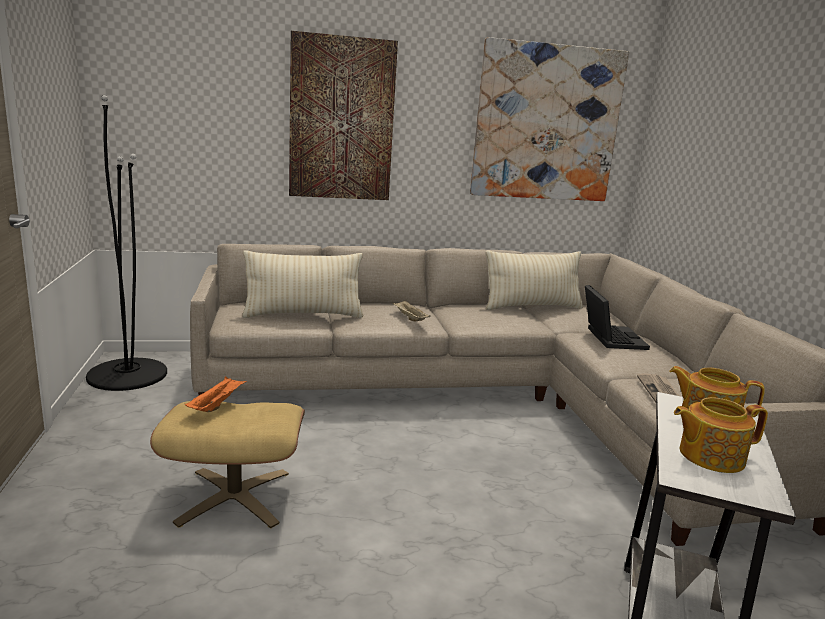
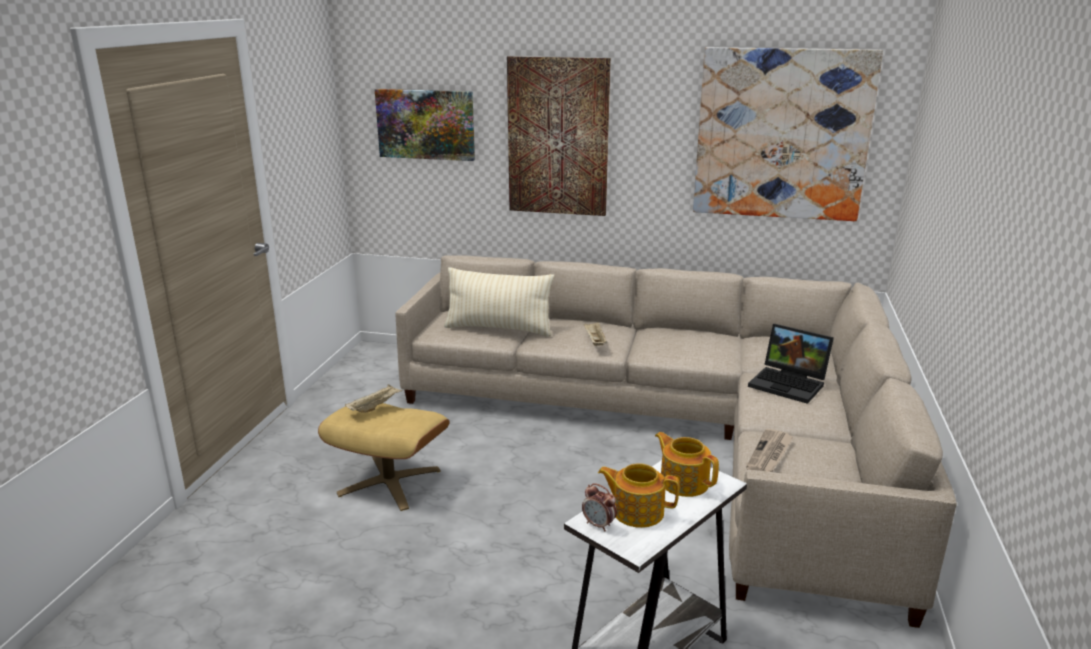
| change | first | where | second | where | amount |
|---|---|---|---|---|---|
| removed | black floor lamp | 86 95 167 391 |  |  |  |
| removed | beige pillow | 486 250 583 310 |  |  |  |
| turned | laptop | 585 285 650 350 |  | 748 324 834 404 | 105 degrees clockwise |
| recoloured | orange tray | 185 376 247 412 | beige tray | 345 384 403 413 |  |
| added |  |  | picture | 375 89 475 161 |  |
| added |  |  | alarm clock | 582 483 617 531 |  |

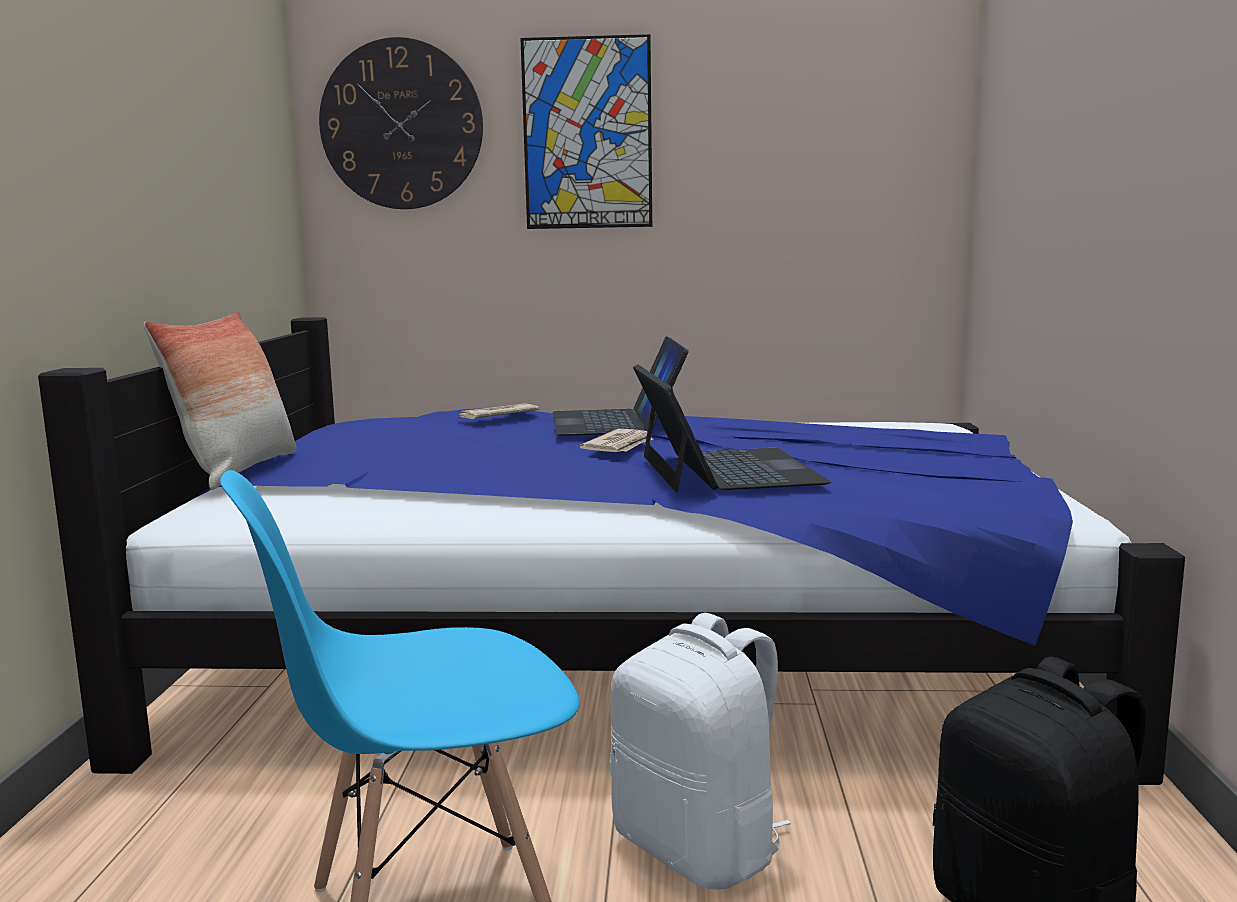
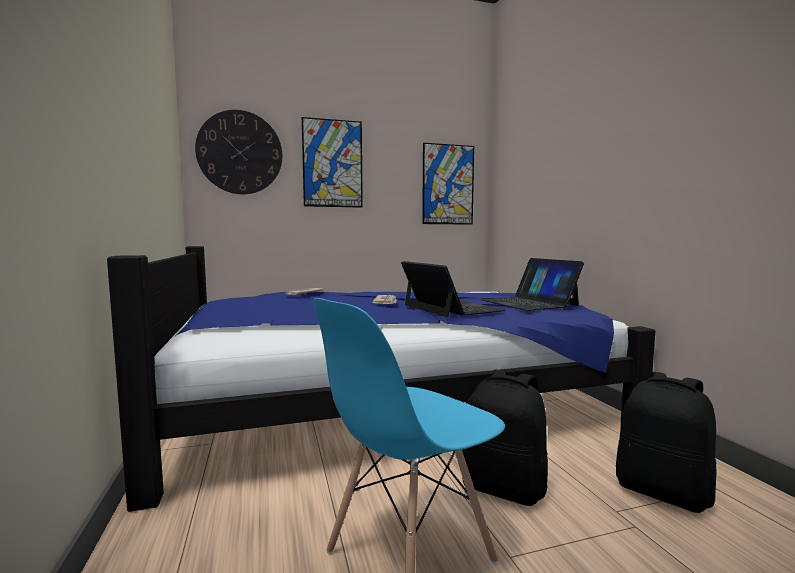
| change | first | where | second | where | amount |
|---|---|---|---|---|---|
| removed | pillow | 143 312 296 490 |  |  |  |
| moved | laptop | 553 336 689 436 |  | 480 258 584 311 |  |
| recoloured | white backpack | 609 613 791 890 | black backpack | 462 369 548 506 |  |
| added |  |  | picture | 422 143 474 225 |  |

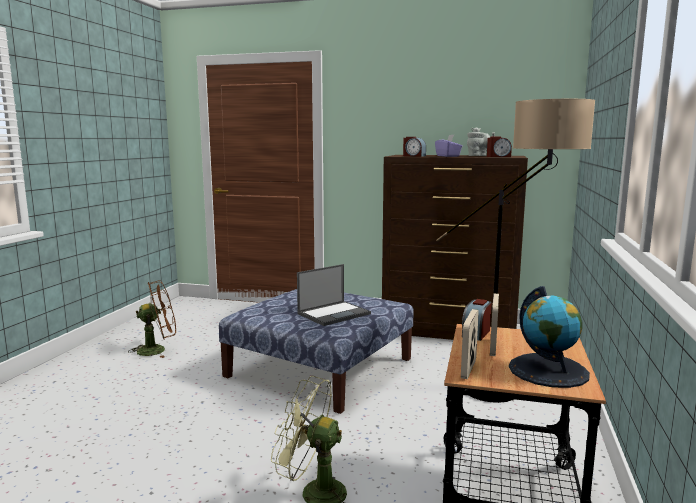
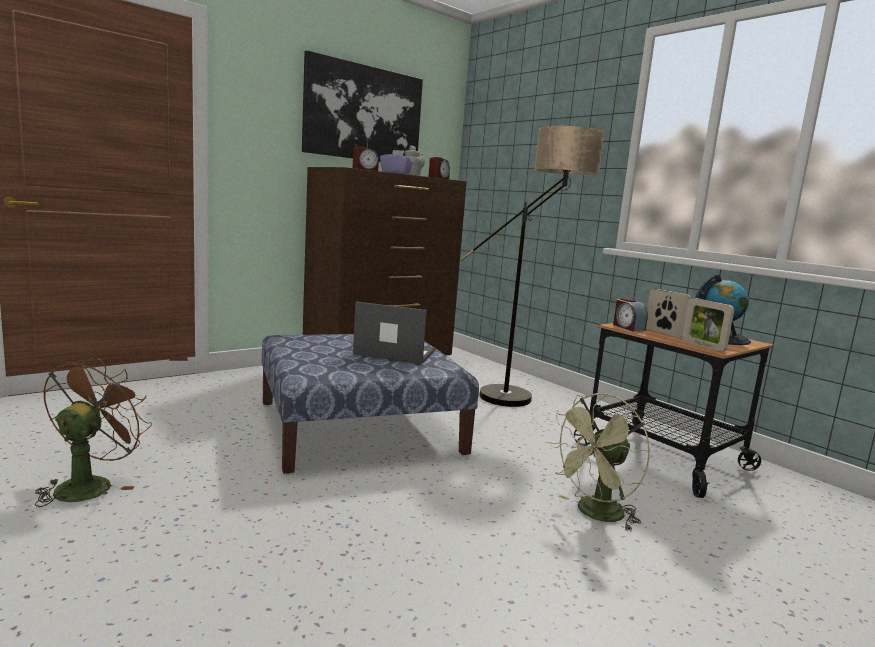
| change | first | where | second | where | amount |
|---|---|---|---|---|---|
| turned | laptop | 297 264 371 326 |  | 353 302 436 364 | 75 degrees counterclockwise |
| added |  |  | picture | 302 50 423 162 |  |

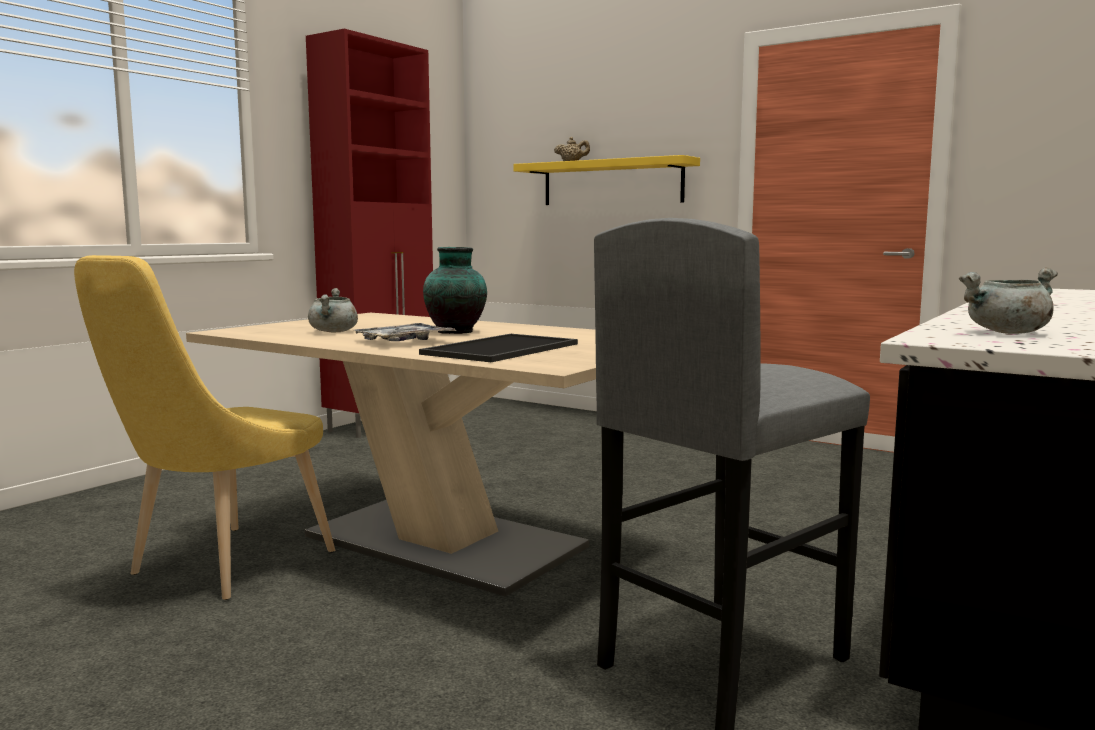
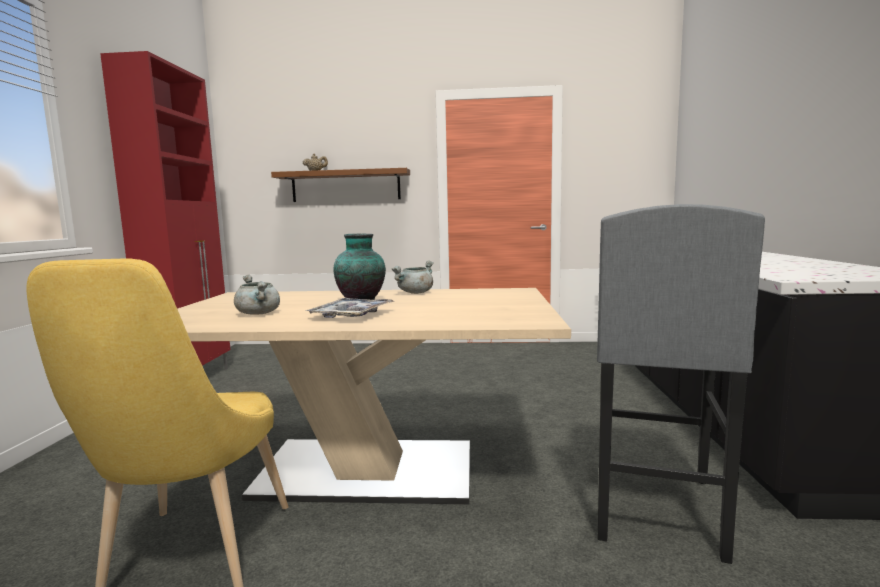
| change | first | where | second | where | amount |
|---|---|---|---|---|---|
| recoloured | yellow shelf | 513 155 700 205 | brown shelf | 271 168 410 202 |  |
| moved | grey cooking pot | 959 267 1058 334 |  | 391 261 434 294 |  |
| removed | tray | 419 334 578 362 |  |  |  |

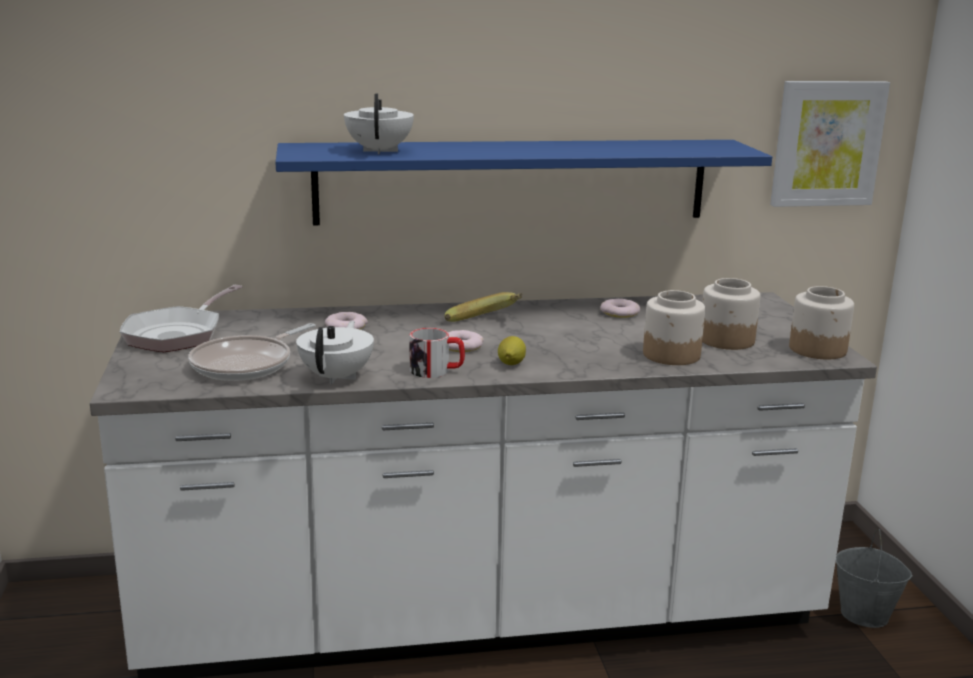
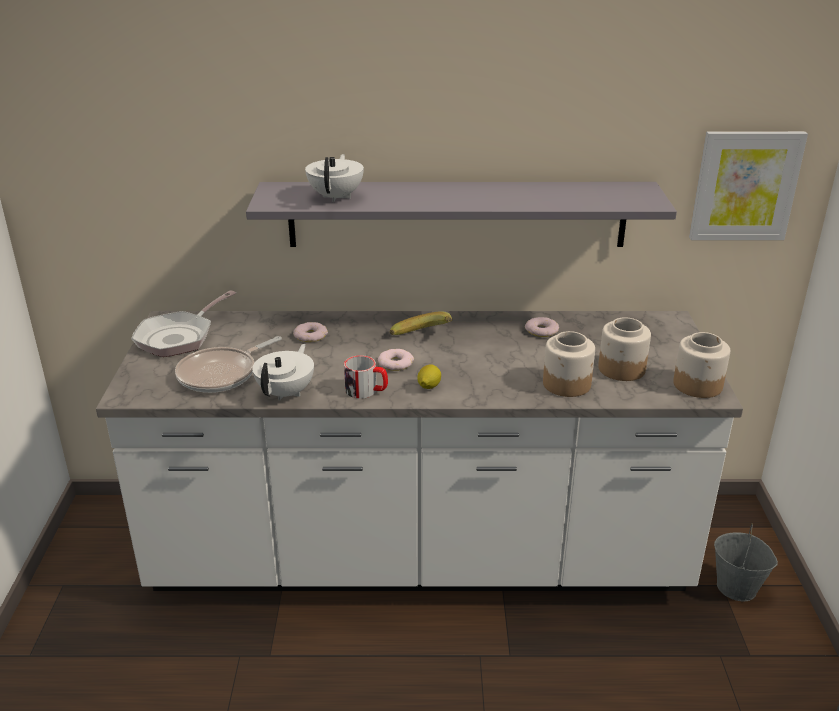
| change | first | where | second | where | amount |
|---|---|---|---|---|---|
| recoloured | blue shelf | 275 140 772 225 | grey shelf | 246 182 677 247 |  |

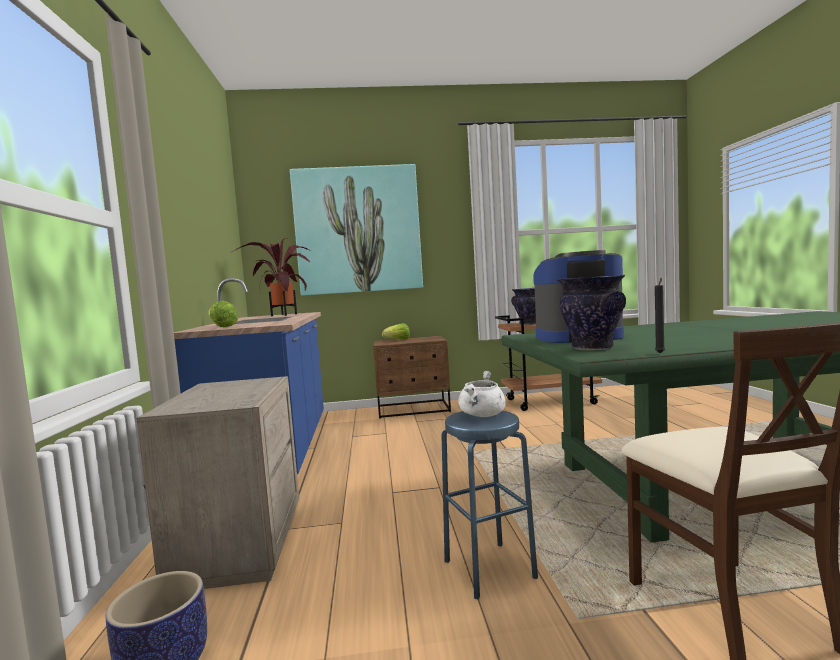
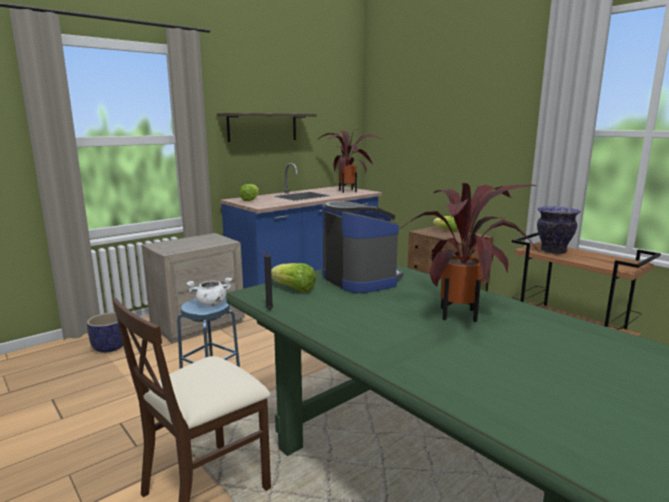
| change | first | where | second | where | amount |
|---|---|---|---|---|---|
| removed | picture | 290 164 423 296 |  |  |  |
| replaced | vase | 556 275 626 350 | lettuce | 271 263 316 293 |  |
| added |  |  | shelf | 217 113 317 142 |  |
| added |  |  | potted plant | 400 183 538 322 |  |

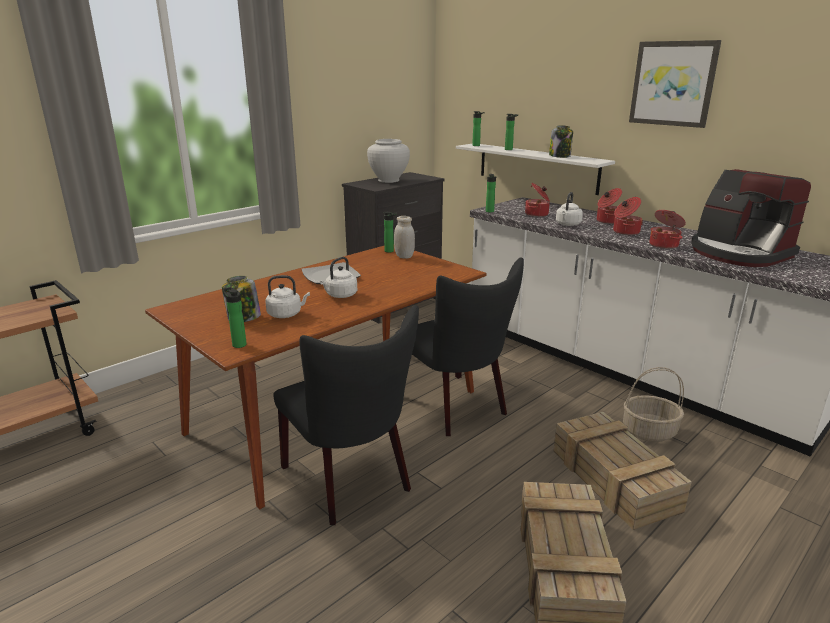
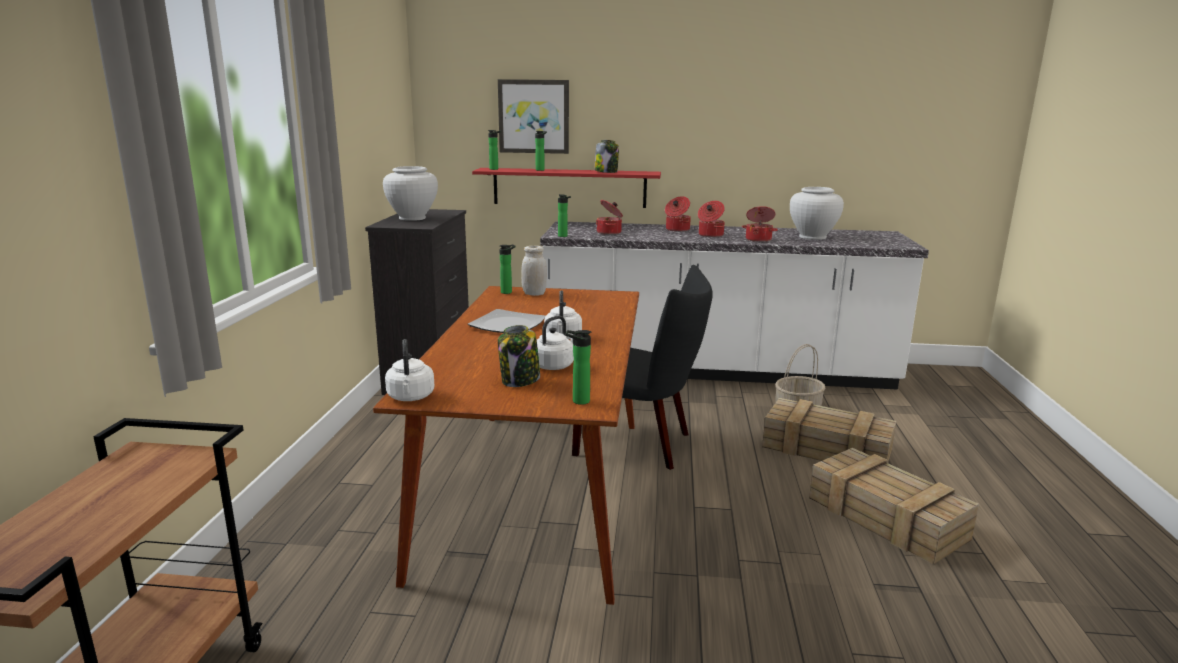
| change | first | where | second | where | amount |
|---|---|---|---|---|---|
| moved | picture | 629 40 721 128 |  | 498 79 569 154 |  |
| recoloured | white shelf | 456 144 615 195 | red shelf | 472 168 661 208 |  |
| replaced | coffee machine | 691 169 811 267 | white vase | 790 187 844 240 |  |
| moved | white kettle | 556 192 583 226 |  | 385 339 435 401 |  |
| removed | black chair | 273 305 419 525 |  |  |  |

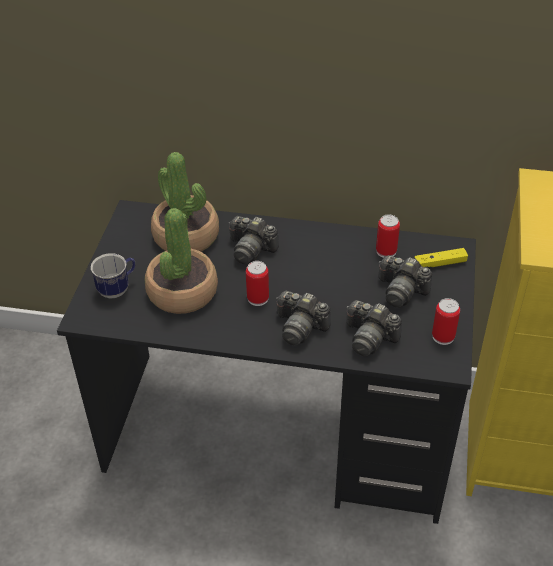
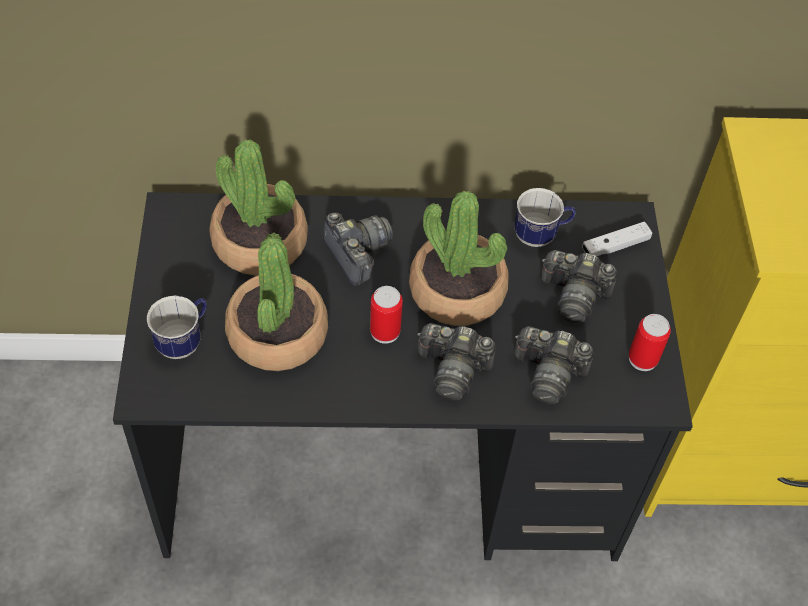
| change | first | where | second | where | amount |
|---|---|---|---|---|---|
| replaced | can | 376 214 400 258 | mug | 514 188 576 247 |  |
| turned | photo camera | 229 216 279 265 |  | 323 212 393 286 | 135 degrees counterclockwise |
| recoloured | yellow game controller | 414 248 468 267 | white game controller | 582 222 652 256 |  |
| added |  |  | potted plant | 409 191 509 326 |  |

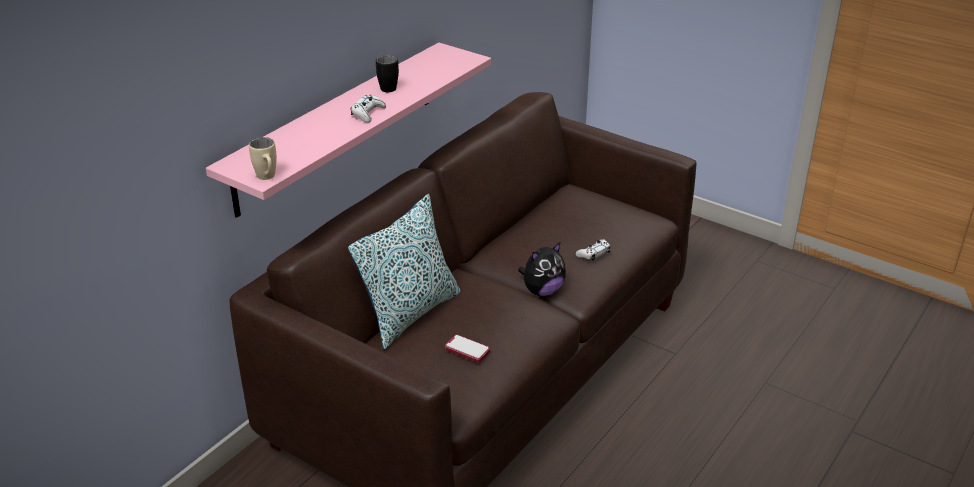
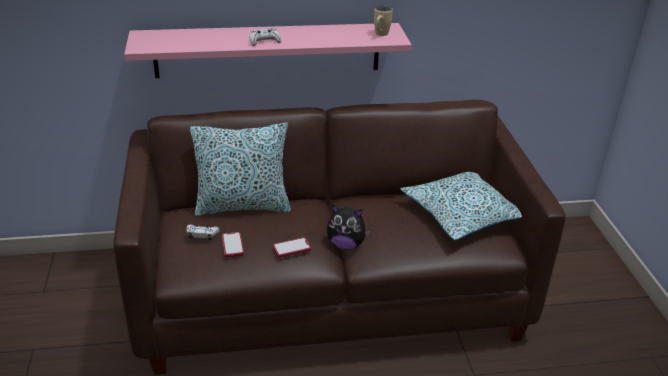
| change | first | where | second | where | amount |
|---|---|---|---|---|---|
| removed | black mug | 376 55 399 92 |  |  |  |
| moved | beige mug | 249 137 277 180 |  | 374 6 393 36 |  |
| moved | white game controller | 576 239 610 261 |  | 186 224 220 240 |  |
| added |  |  | pillow | 400 172 522 240 |  |
| added |  |  | phone | 273 238 311 258 |  |

